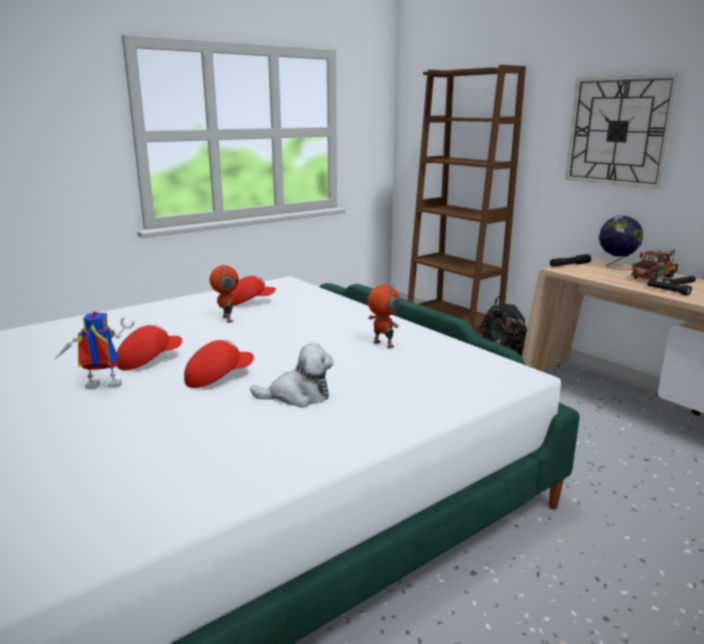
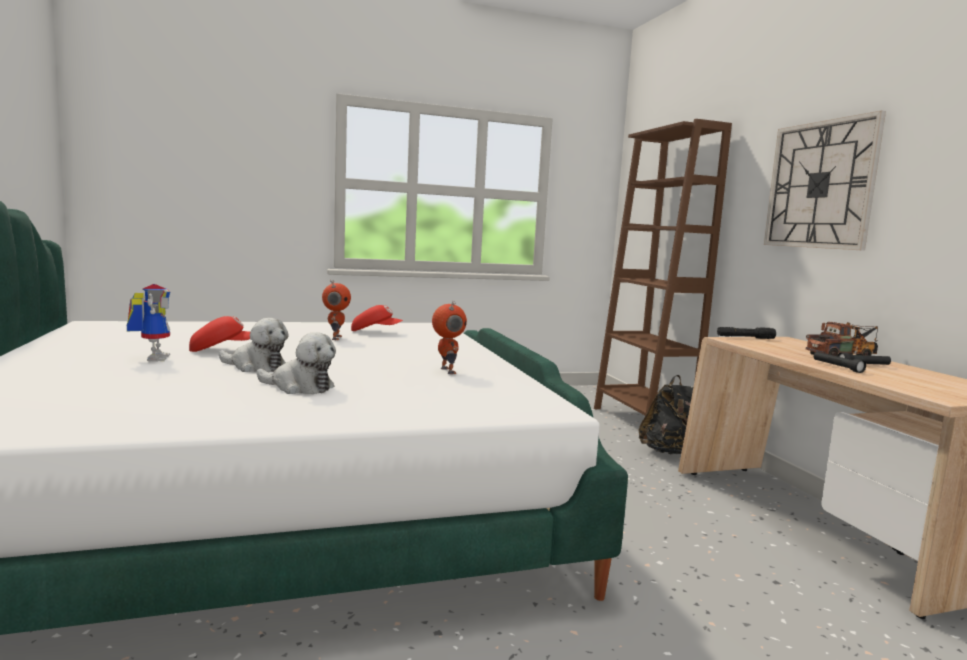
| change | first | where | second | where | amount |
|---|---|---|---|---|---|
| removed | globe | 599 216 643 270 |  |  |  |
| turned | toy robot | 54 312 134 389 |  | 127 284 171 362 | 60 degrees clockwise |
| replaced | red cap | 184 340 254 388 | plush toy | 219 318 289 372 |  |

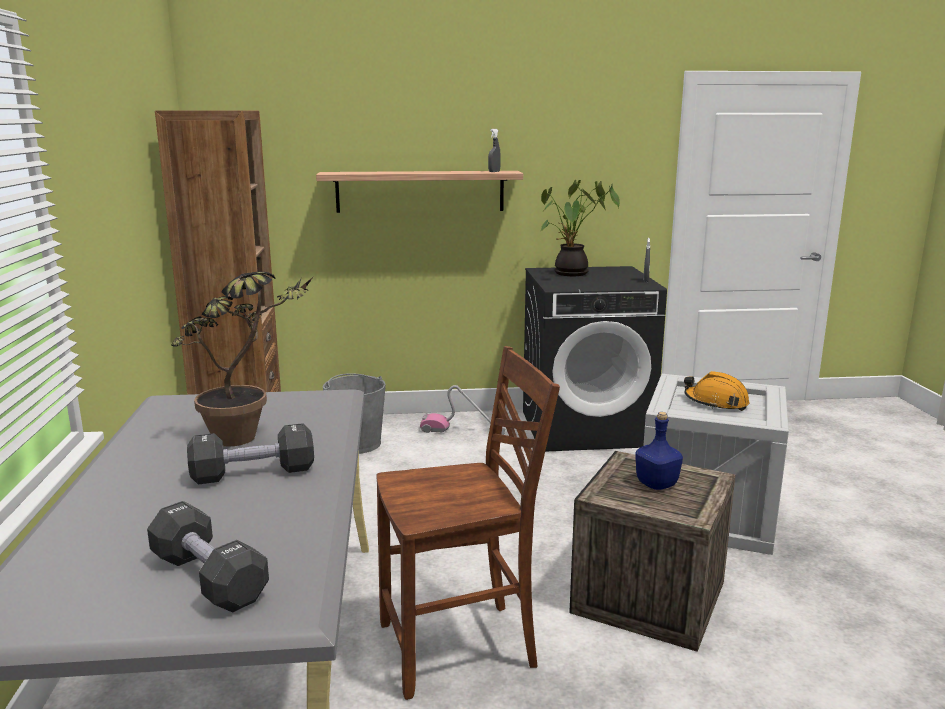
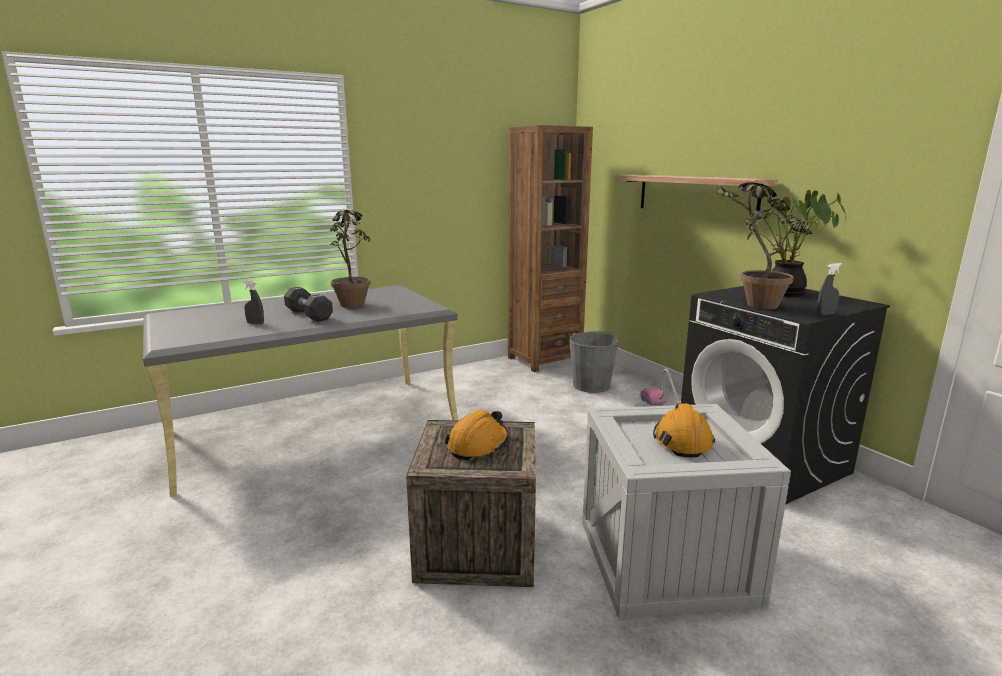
| change | first | where | second | where | amount |
|---|---|---|---|---|---|
| moved | grey spray bottle | 488 129 501 172 |  | 243 280 264 324 |  |
| removed | brown chair | 377 346 560 700 |  |  |  |
| replaced | blue bottle | 635 412 683 490 | orange hard hat | 444 409 508 460 |  |
| removed | black dumbbell | 147 501 269 612 |  |  |  |
| added |  |  | potted plant | 716 182 812 309 |  |

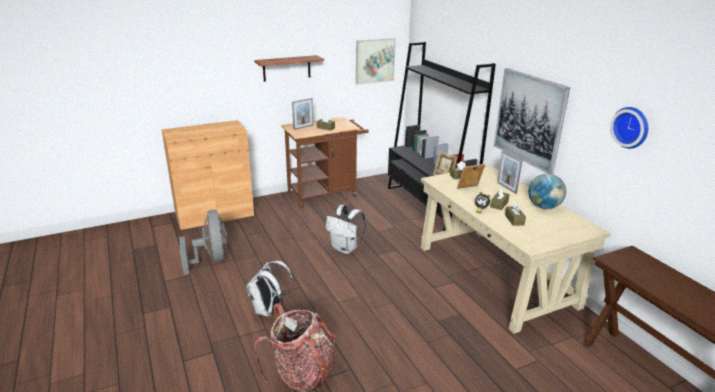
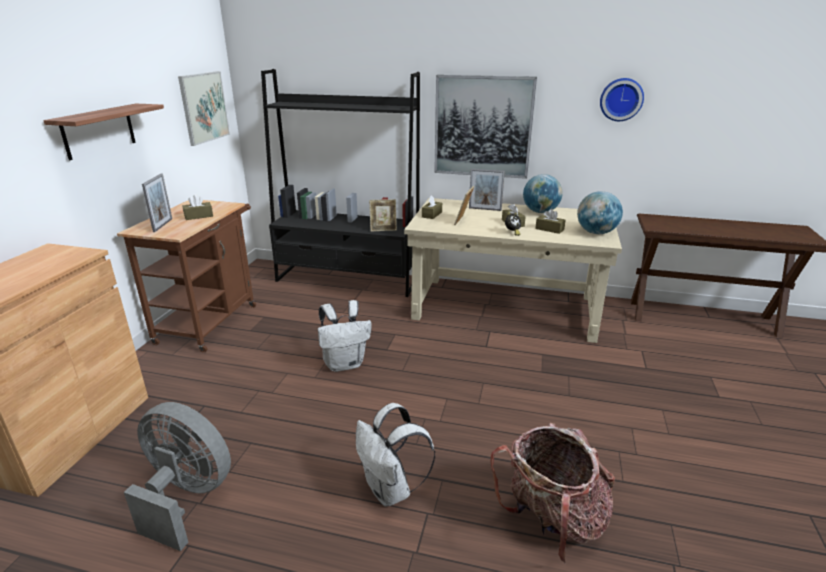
| change | first | where | second | where | amount |
|---|---|---|---|---|---|
| added |  |  | globe | 577 191 623 234 |  |

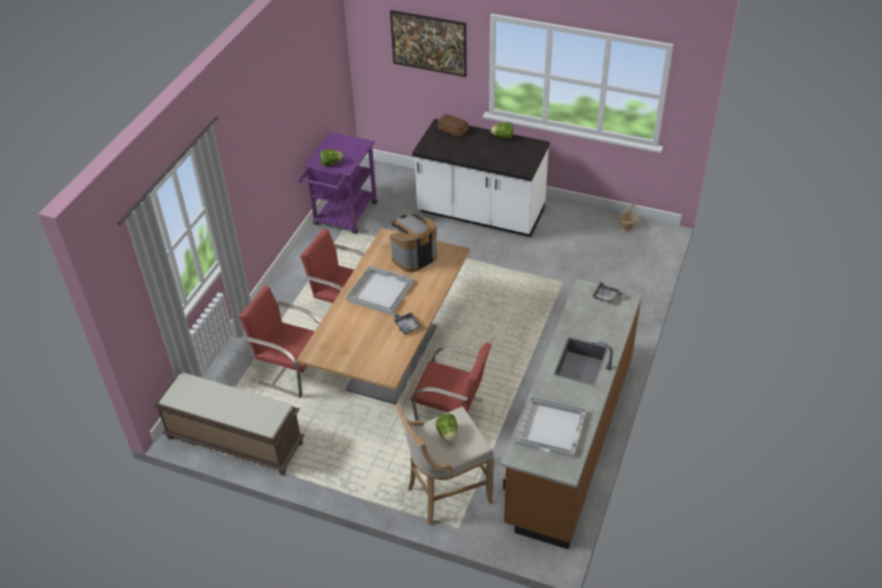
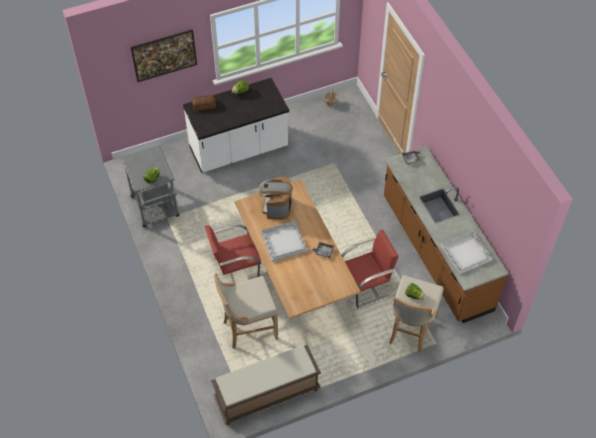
| change | first | where | second | where | amount |
|---|---|---|---|---|---|
| recoloured | purple cart | 298 132 377 234 | grey cart | 121 145 180 228 |  |
| replaced | red chair | 239 285 321 398 | beige stool | 214 273 278 349 |  |

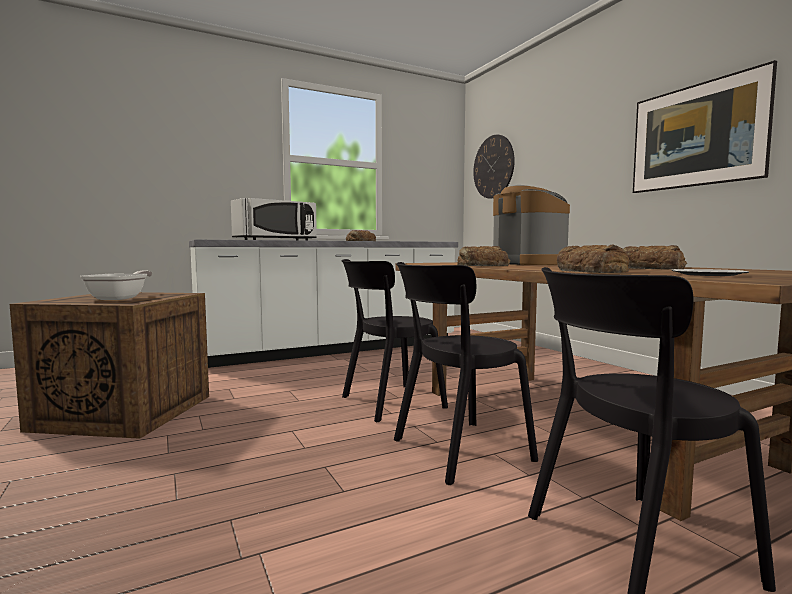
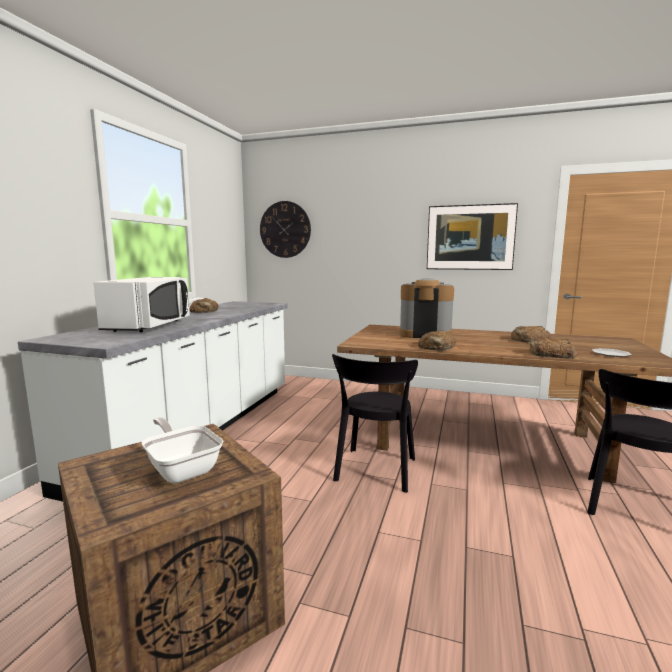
| change | first | where | second | where | amount |
|---|---|---|---|---|---|
| removed | black chair | 394 262 538 485 |  |  |  |

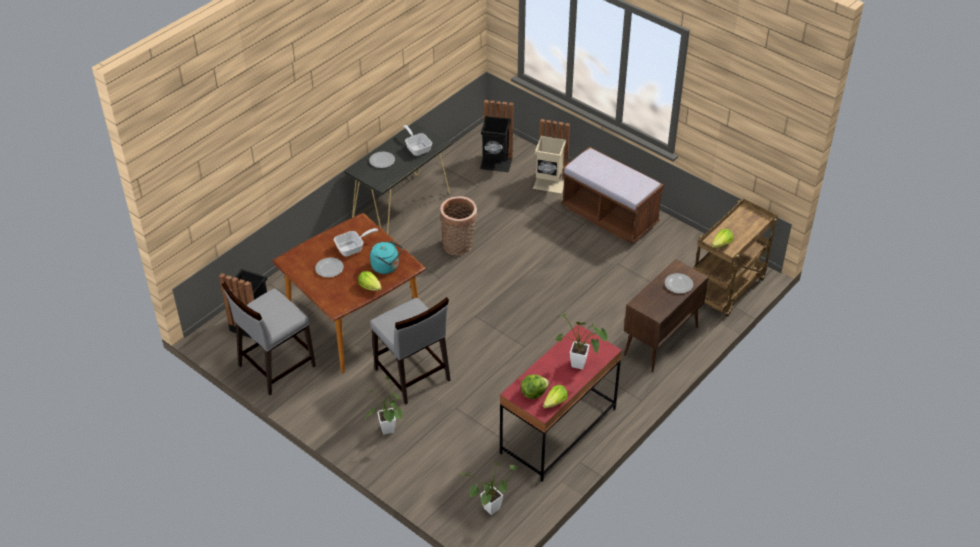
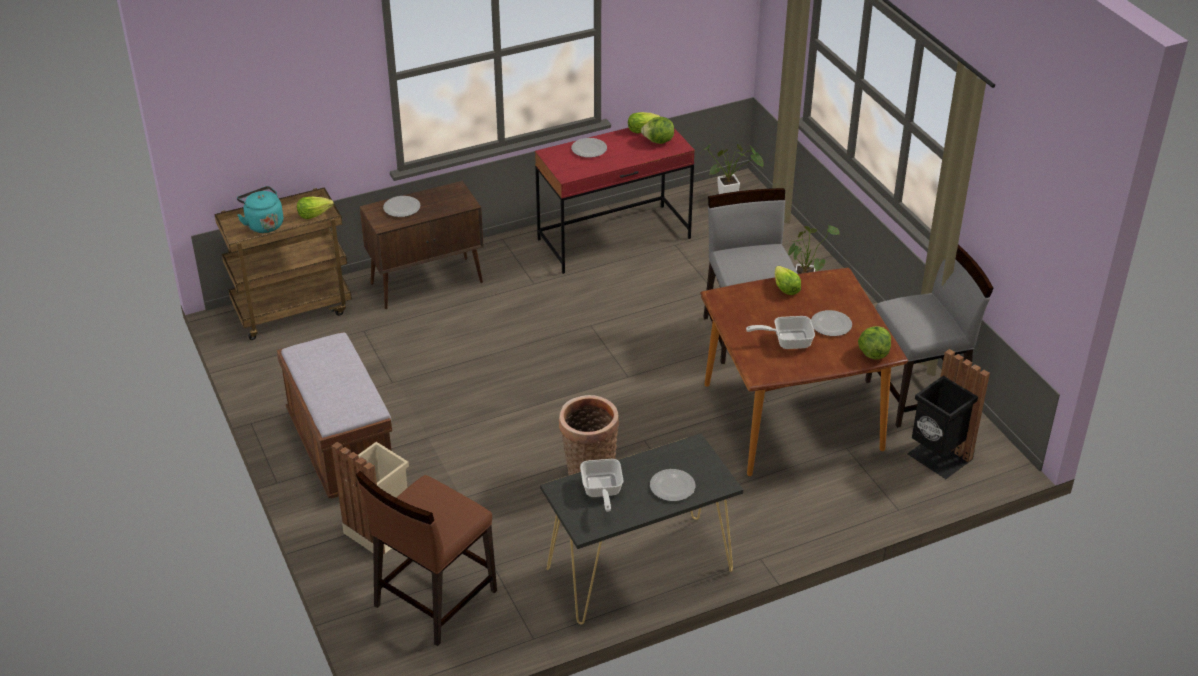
| change | first | where | second | where | amount |
|---|---|---|---|---|---|
| replaced | black trash can | 480 100 514 172 | brown chair | 356 471 497 646 |  |
| moved | turquoise kettle | 370 241 403 274 |  | 237 186 283 233 |  |
| replaced | potted plant | 555 314 608 369 | plate | 571 138 607 158 |  |
| added |  |  | lettuce | 858 326 891 359 |  |

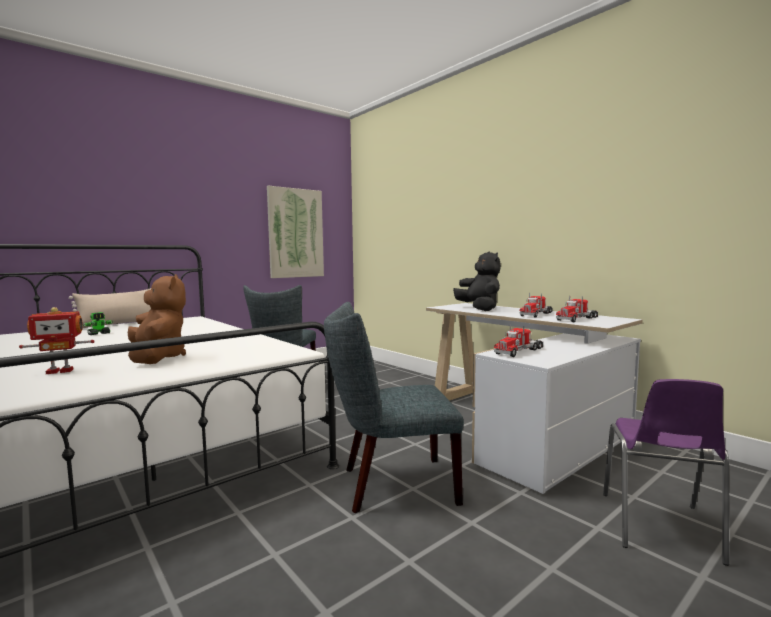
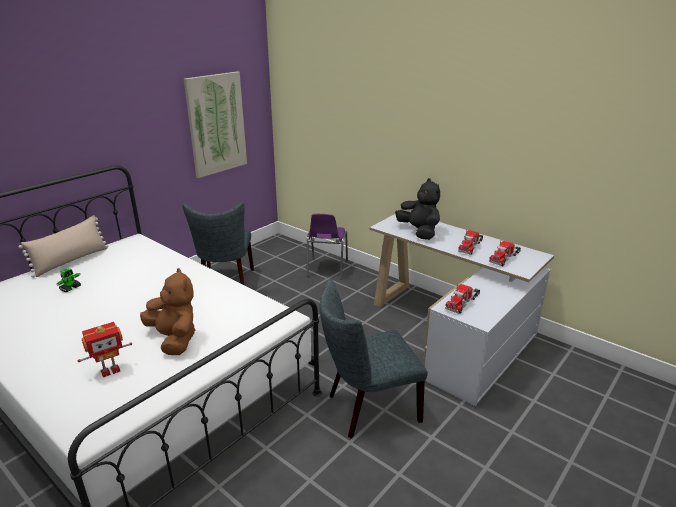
| change | first | where | second | where | amount |
|---|---|---|---|---|---|
| moved | purple chair | 603 379 729 566 |  | 307 214 348 280 |  |

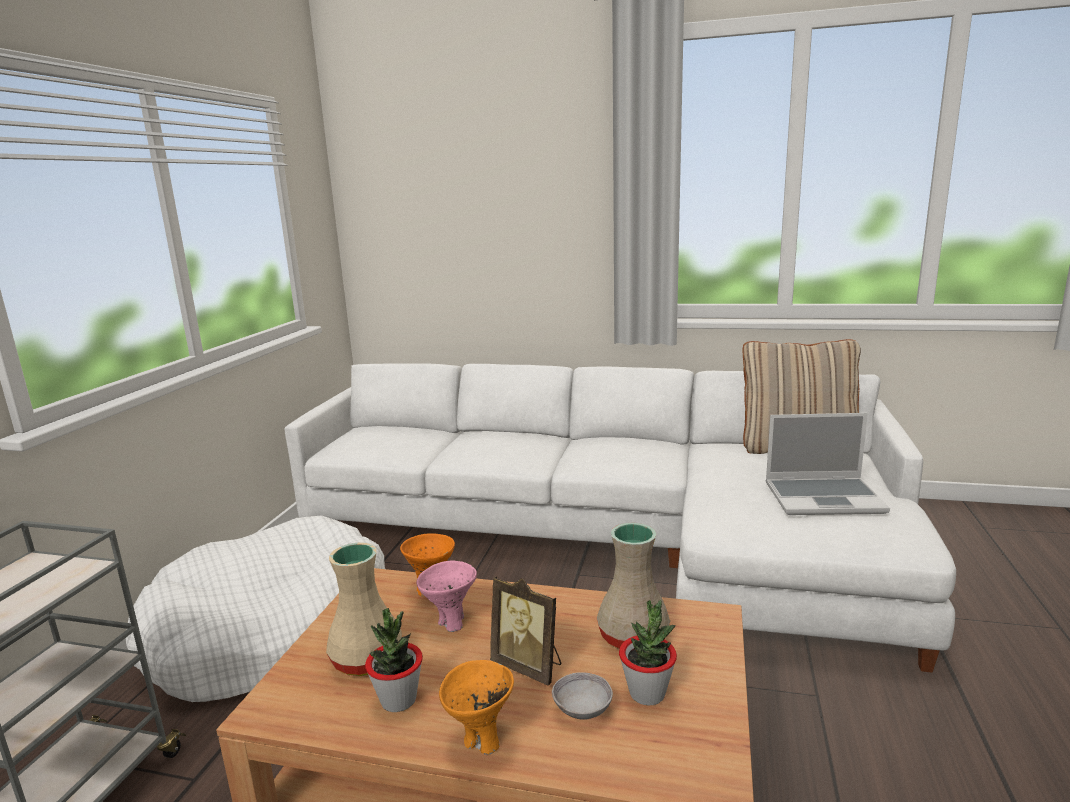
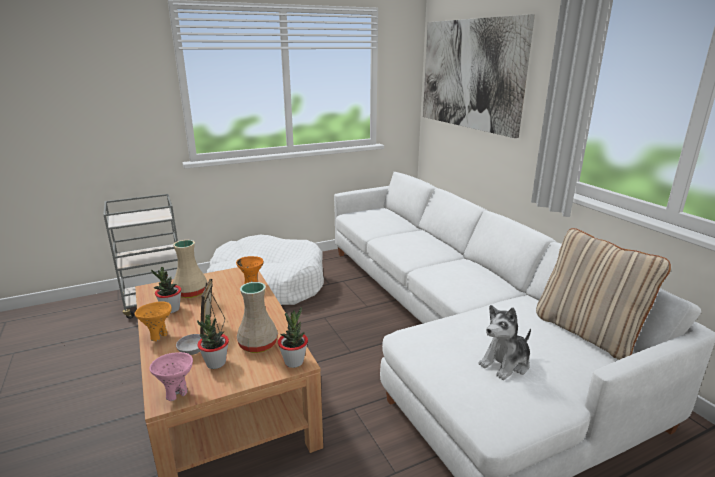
| change | first | where | second | where | amount |
|---|---|---|---|---|---|
| replaced | laptop | 766 413 890 515 | plush toy | 478 305 531 380 |  |
| moved | pink bowl | 417 561 477 632 |  | 149 352 193 401 |  |
| added |  |  | picture | 423 14 535 138 |  |
| added |  |  | potted plant | 278 307 308 368 |  |

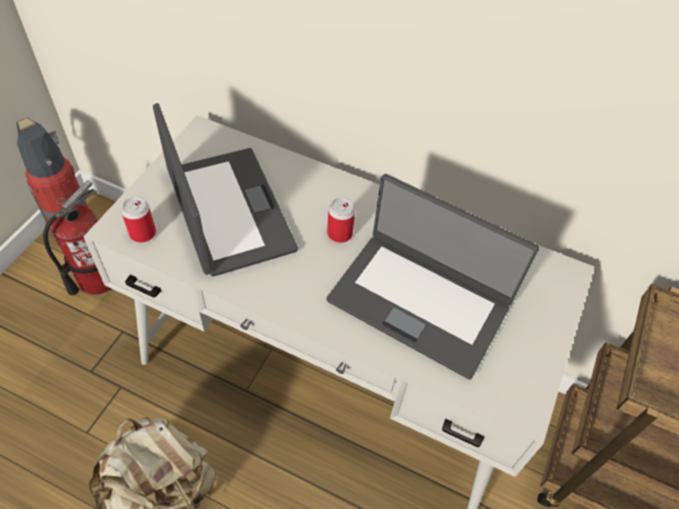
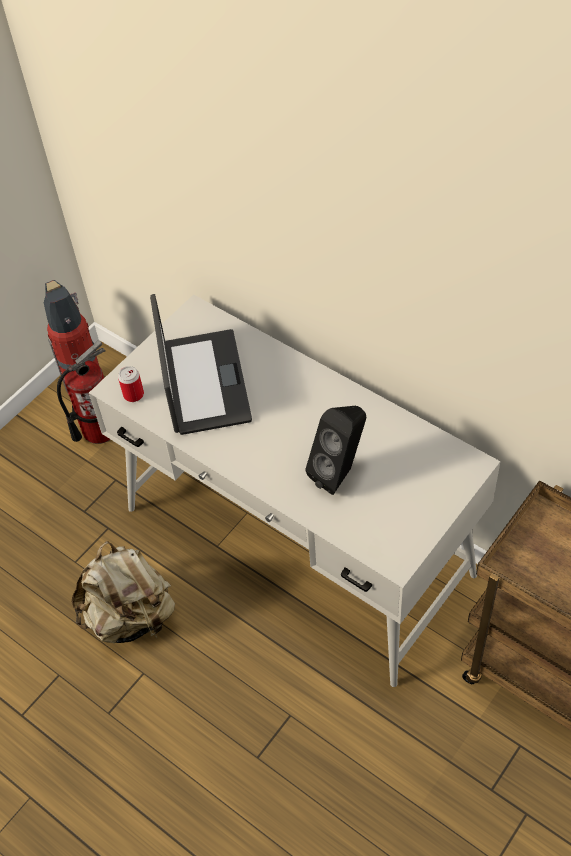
| change | first | where | second | where | amount |
|---|---|---|---|---|---|
| replaced | laptop | 327 174 539 379 | black speaker | 305 406 366 495 |  |
| removed | can | 327 198 355 243 |  |  |  |

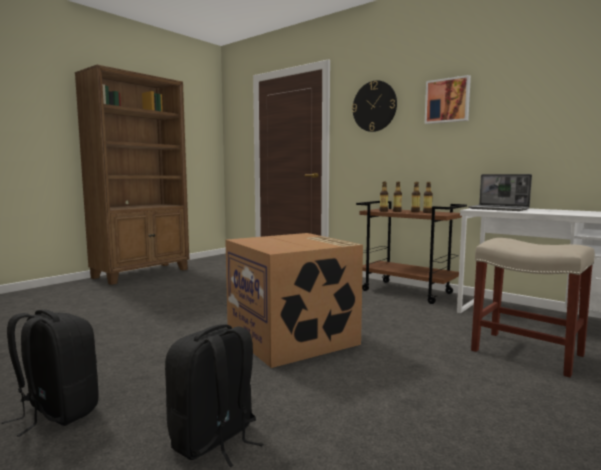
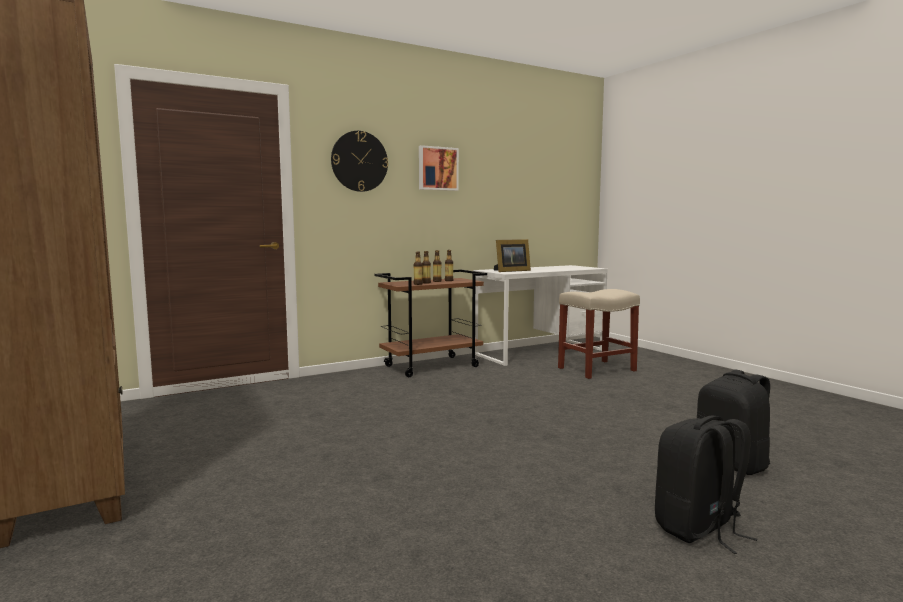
| change | first | where | second | where | amount |
|---|---|---|---|---|---|
| replaced | laptop | 468 174 532 211 | picture frame | 494 239 531 272 |  |
| removed | cardboard box | 225 233 363 368 |  |  |  |

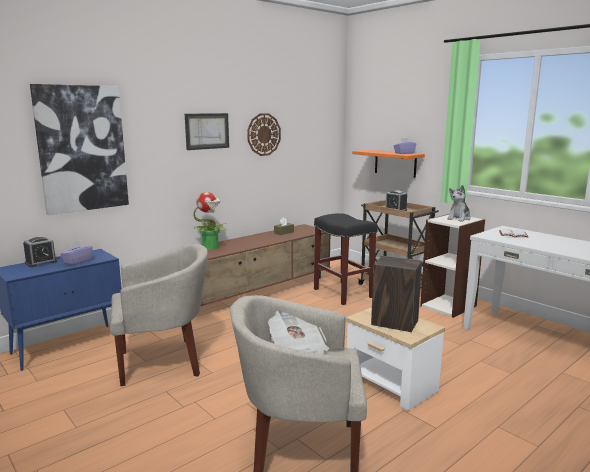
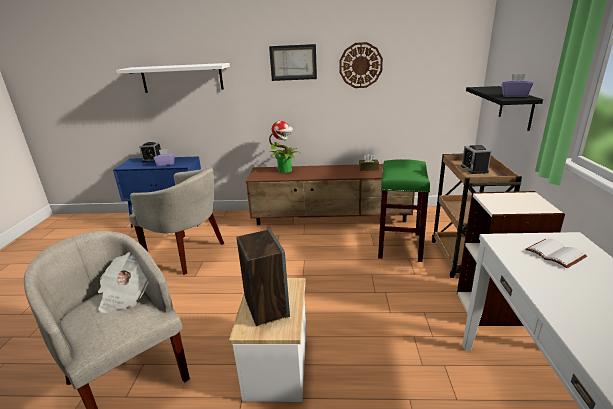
| change | first | where | second | where | amount |
|---|---|---|---|---|---|
| replaced | picture | 30 84 129 215 | white shelf | 116 63 230 93 |  |
| recoloured | orange shelf | 352 150 425 178 | black shelf | 466 86 543 131 |  |
| removed | plush toy | 447 185 471 222 |  |  |  |
| recoloured | black stool | 314 213 378 305 | green stool | 378 159 430 262 |  |

